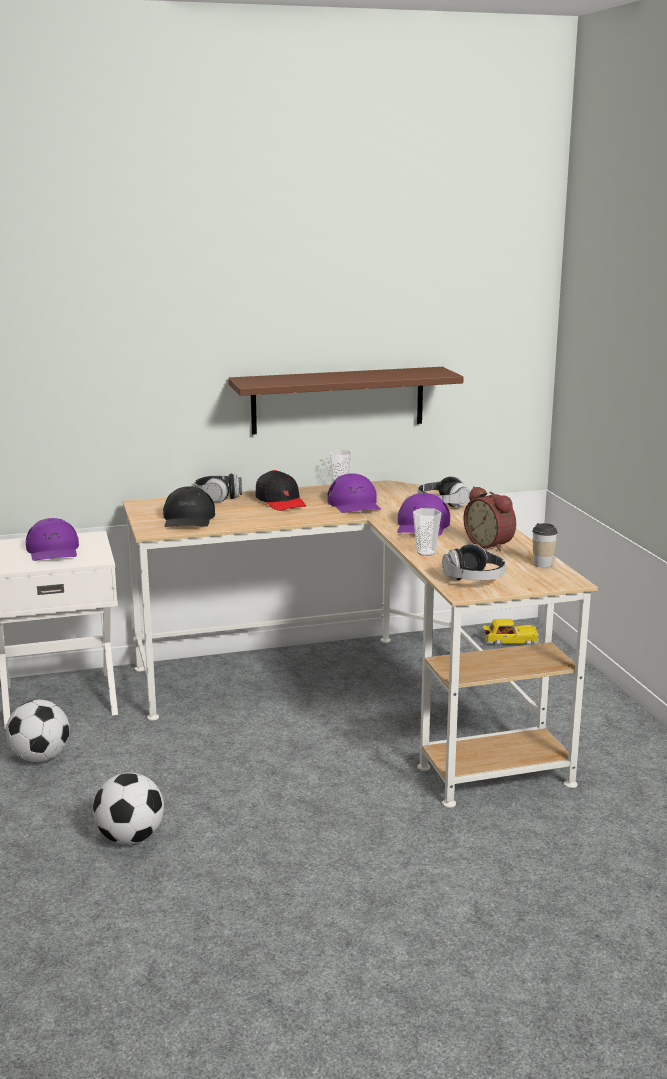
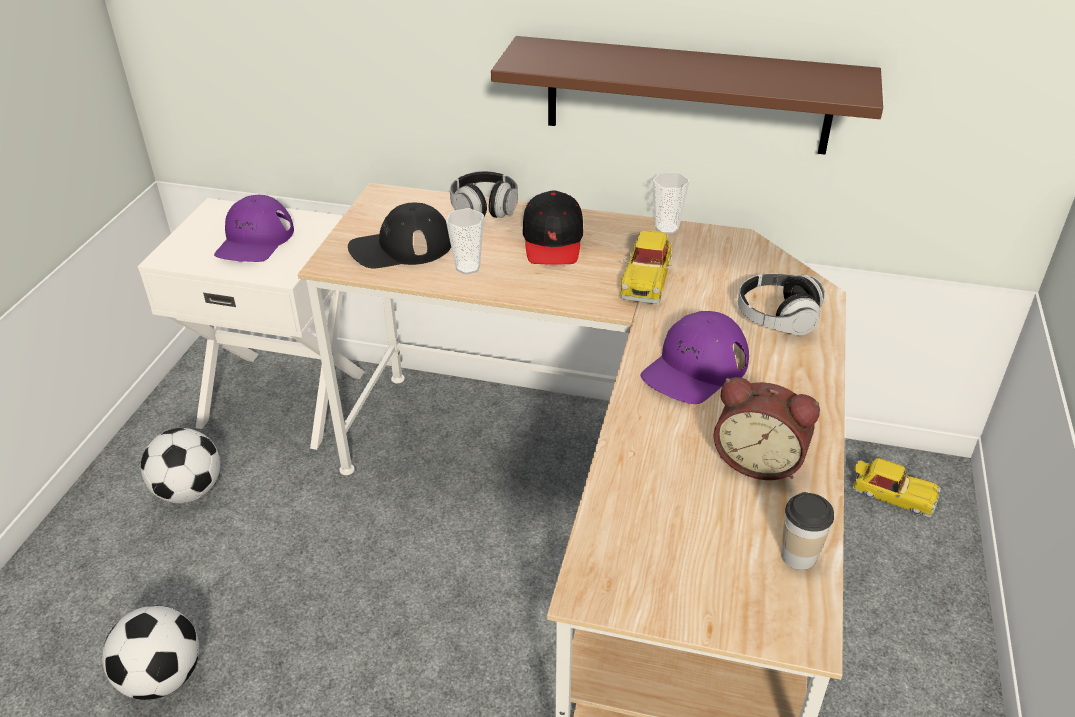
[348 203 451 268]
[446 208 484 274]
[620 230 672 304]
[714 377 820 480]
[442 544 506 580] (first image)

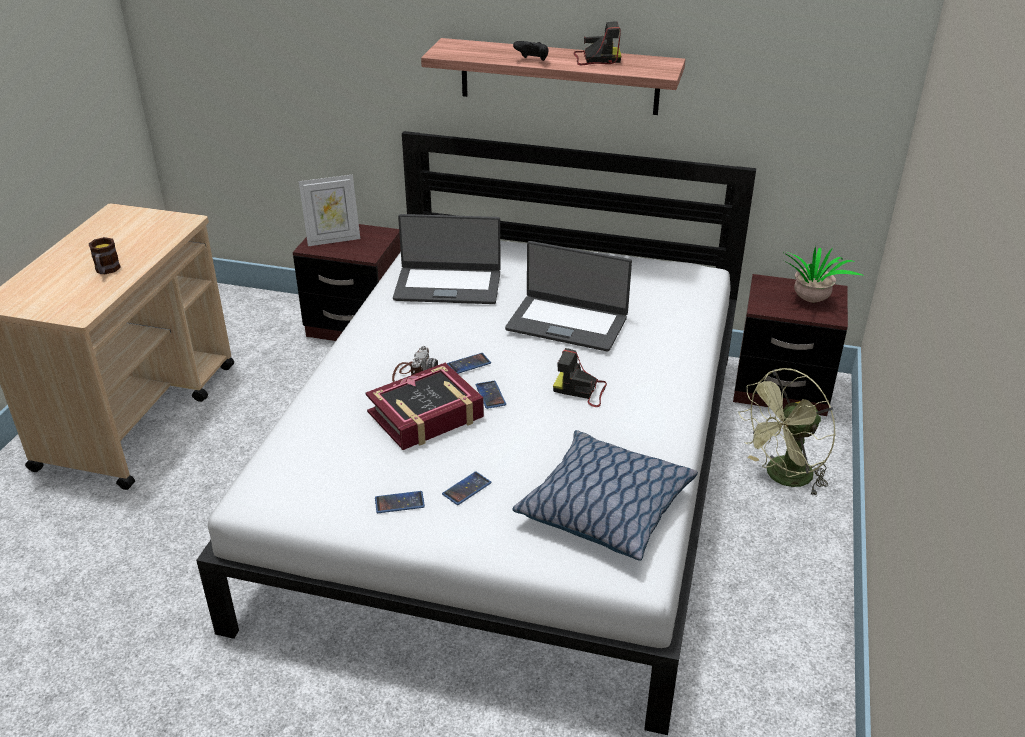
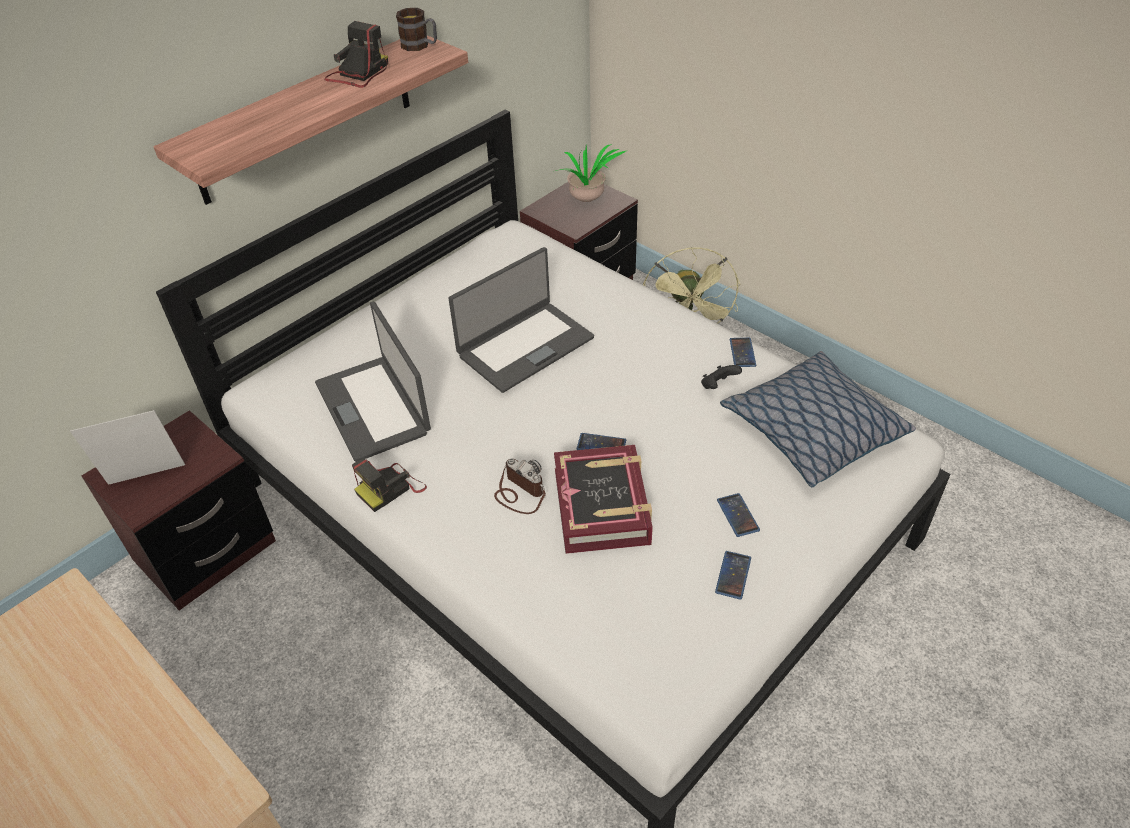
[70 410 185 485]
[315 302 431 462]
[352 458 427 512]
[396 8 437 51]
[701 365 742 389]
[730 338 756 367]

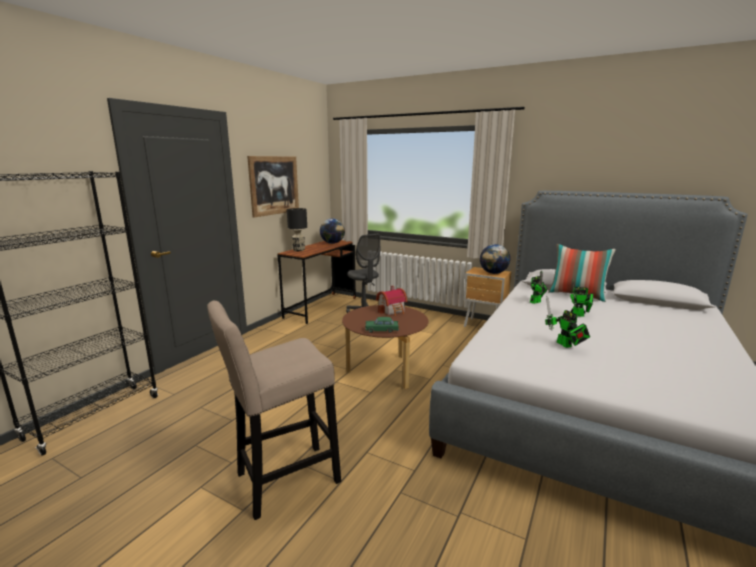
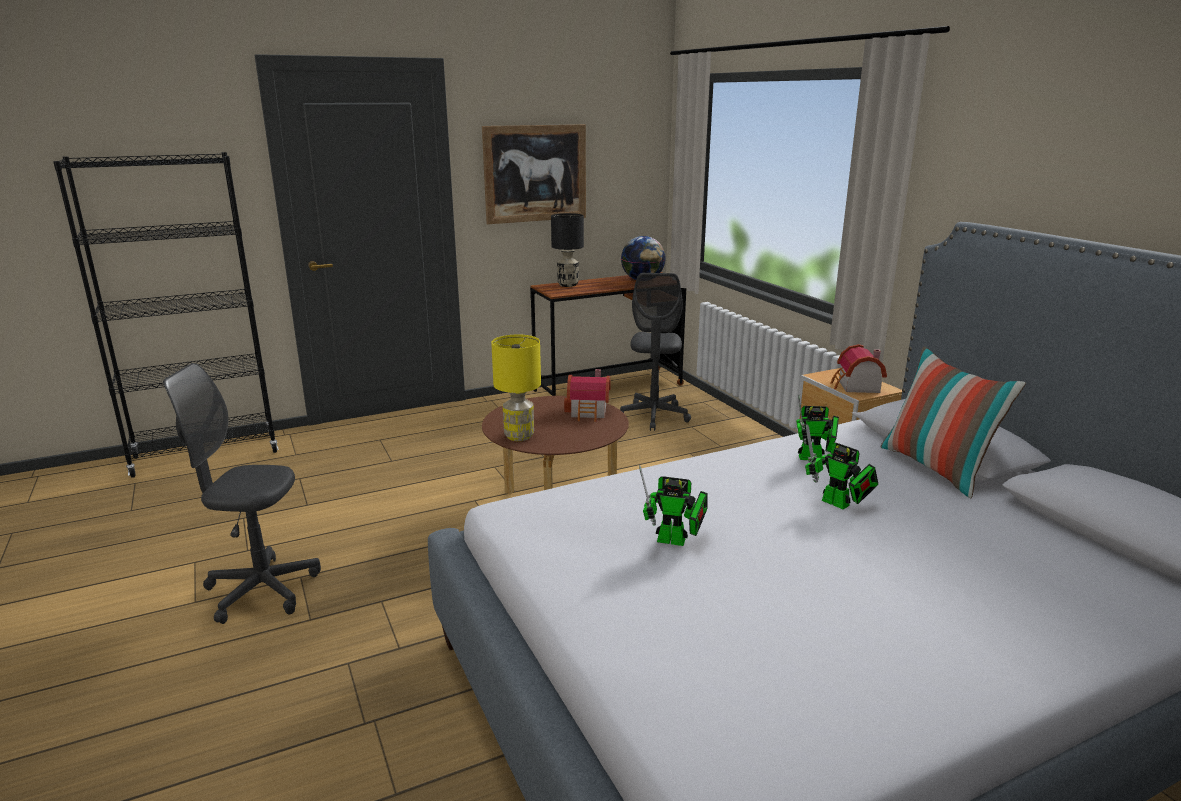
[163 363 321 624]
[491 334 541 441]
[639 465 707 546]
[831 344 887 393]

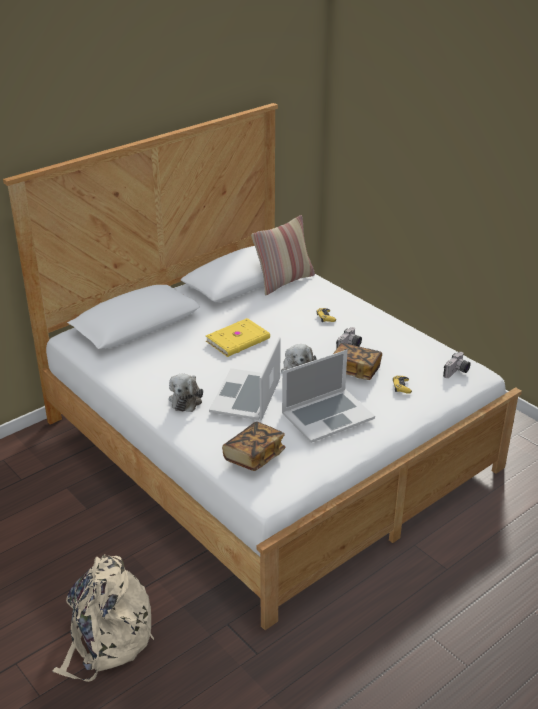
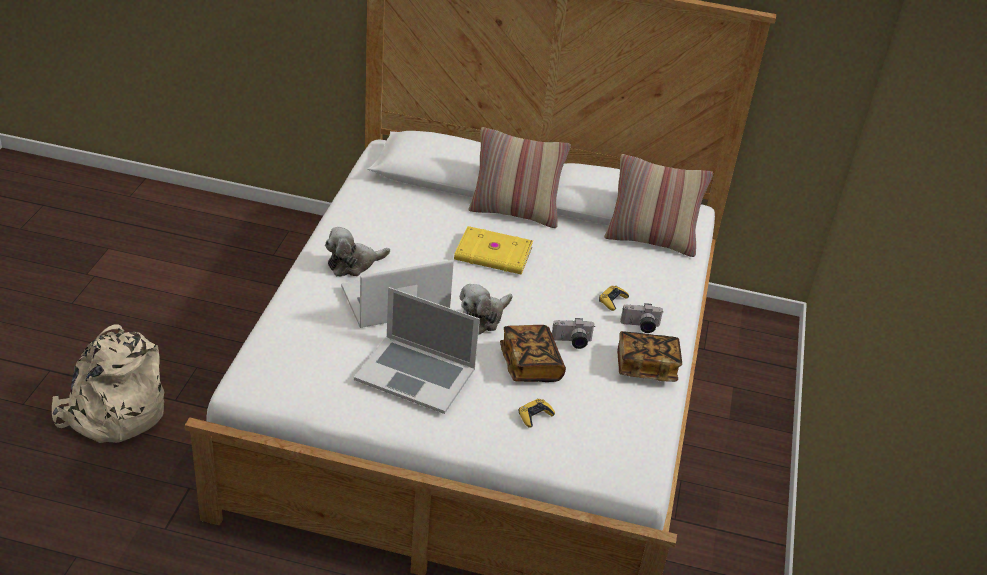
[468 127 571 228]
[617 331 682 382]
[620 303 664 333]

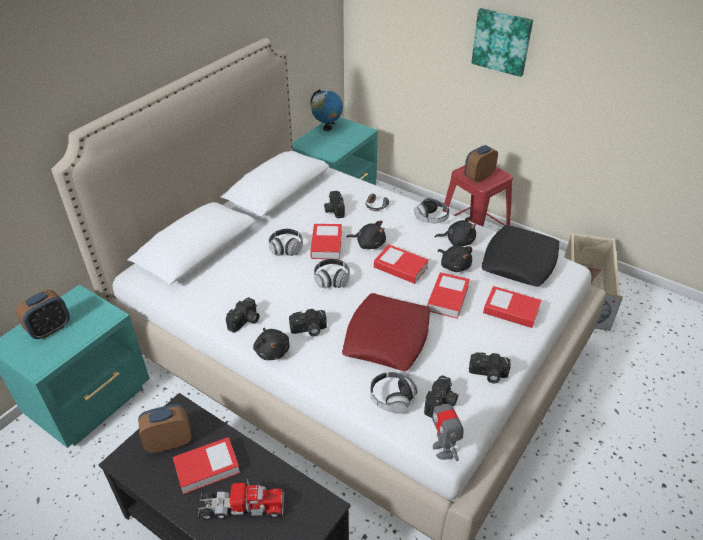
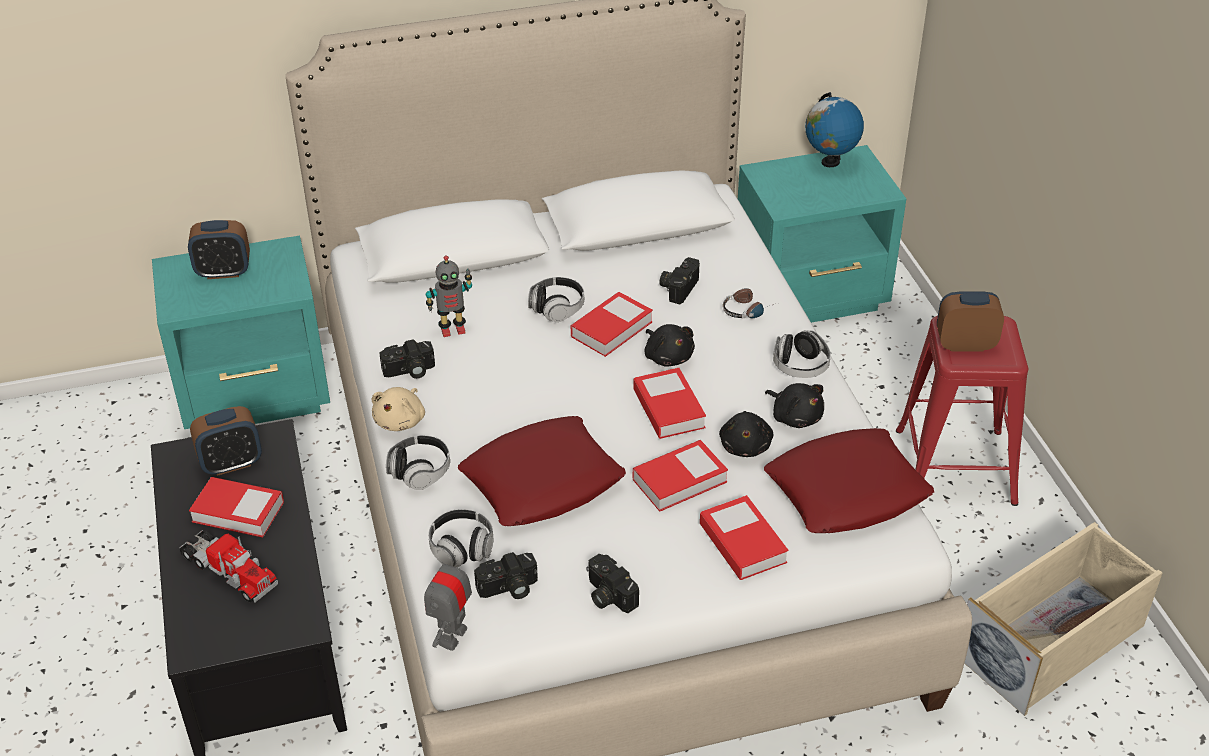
[190 406 262 476]
[372 387 425 431]
[386 435 450 490]
[426 255 472 337]
[764 428 934 533]
[289 309 327 337] (first image)
[471 8 533 77] (first image)

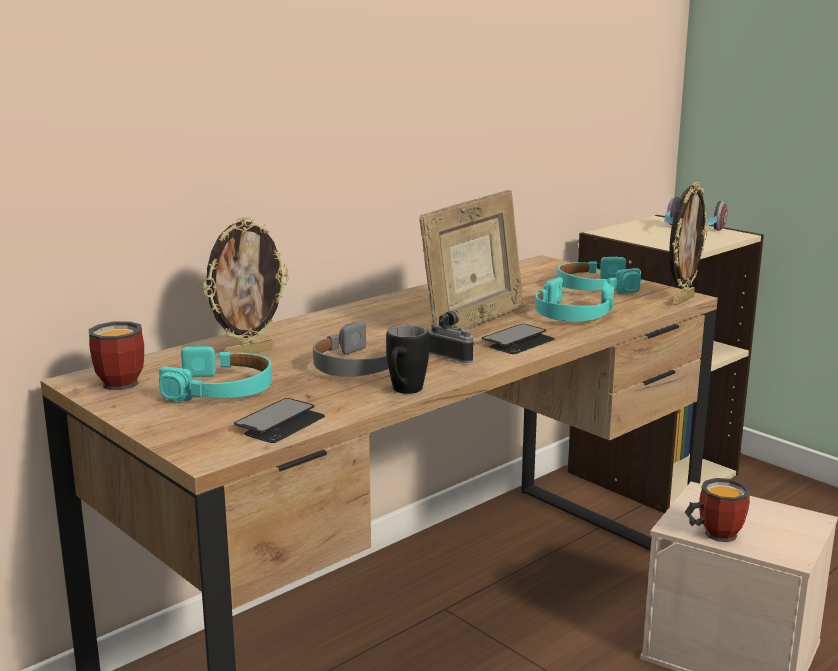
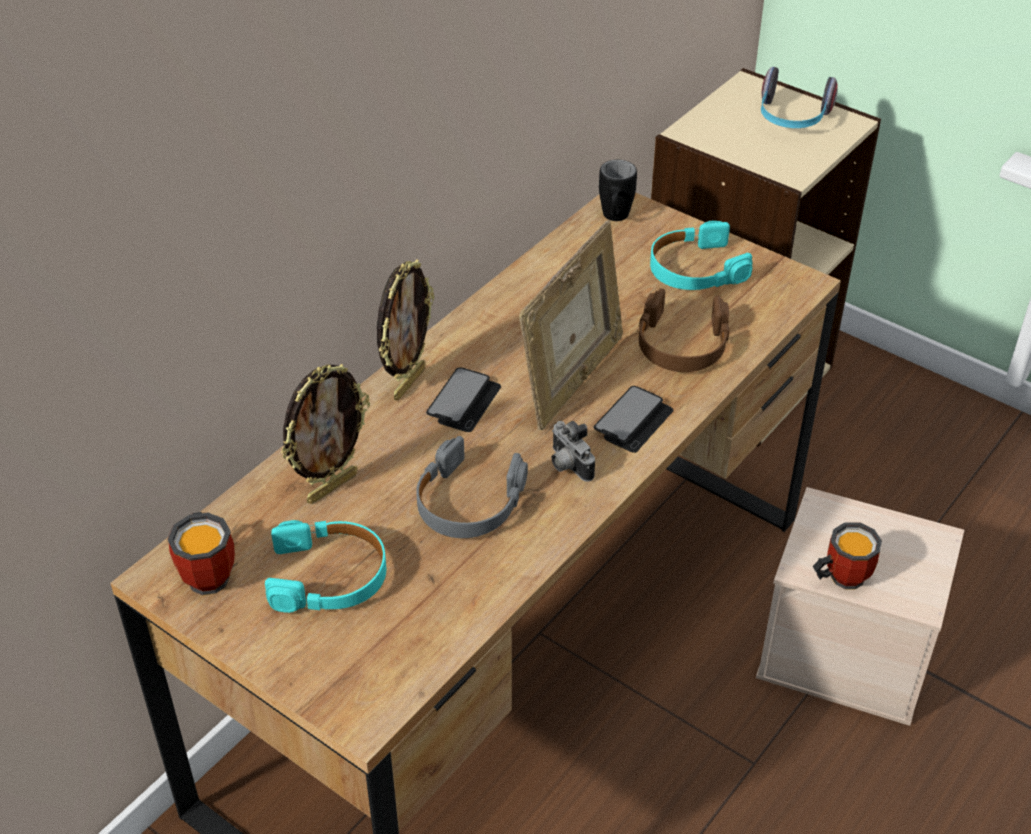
[377 259 434 401]
[426 367 501 432]
[551 421 595 482]
[599 160 637 221]
[638 288 729 372]

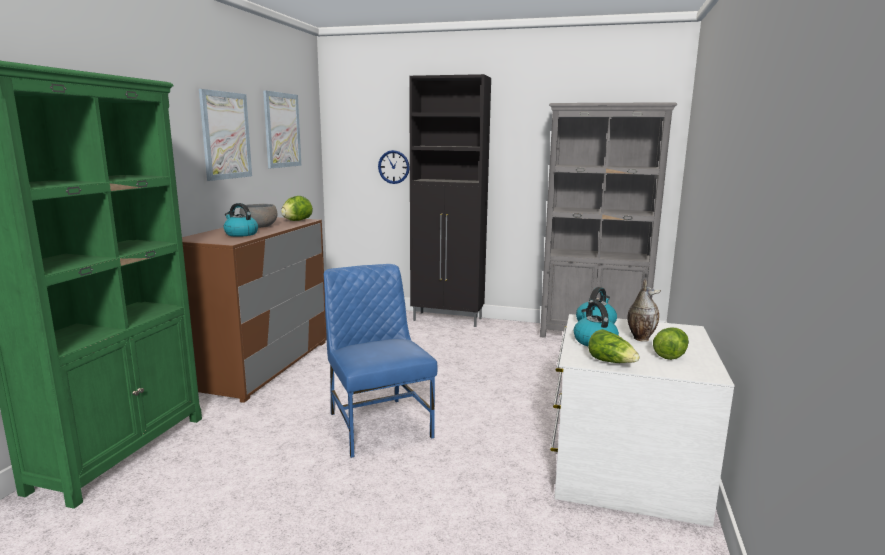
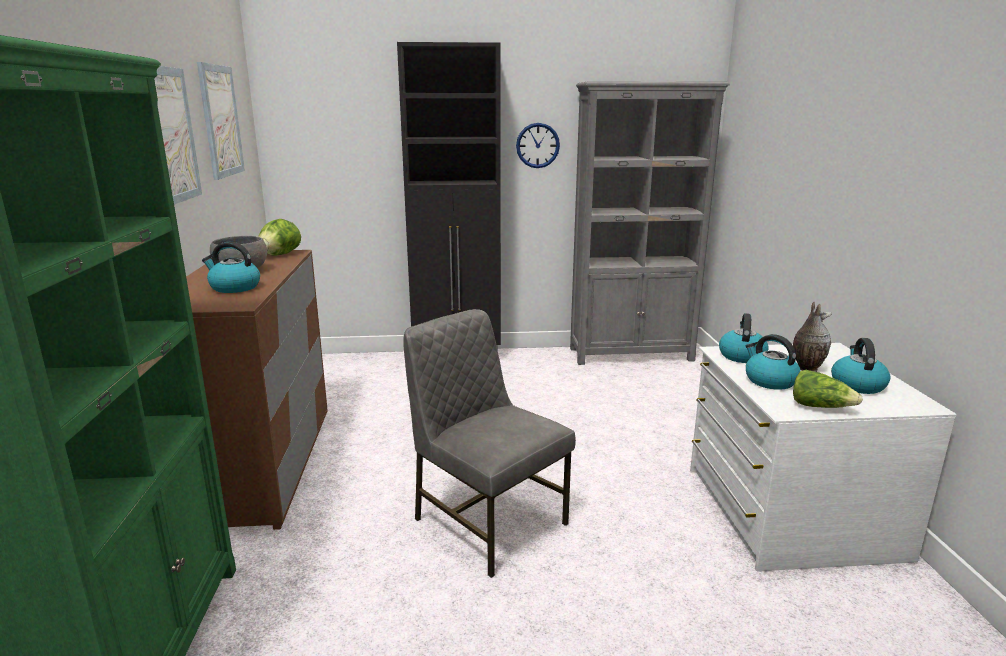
[403 309 576 578]
[516 123 560 168]
[831 338 890 394]

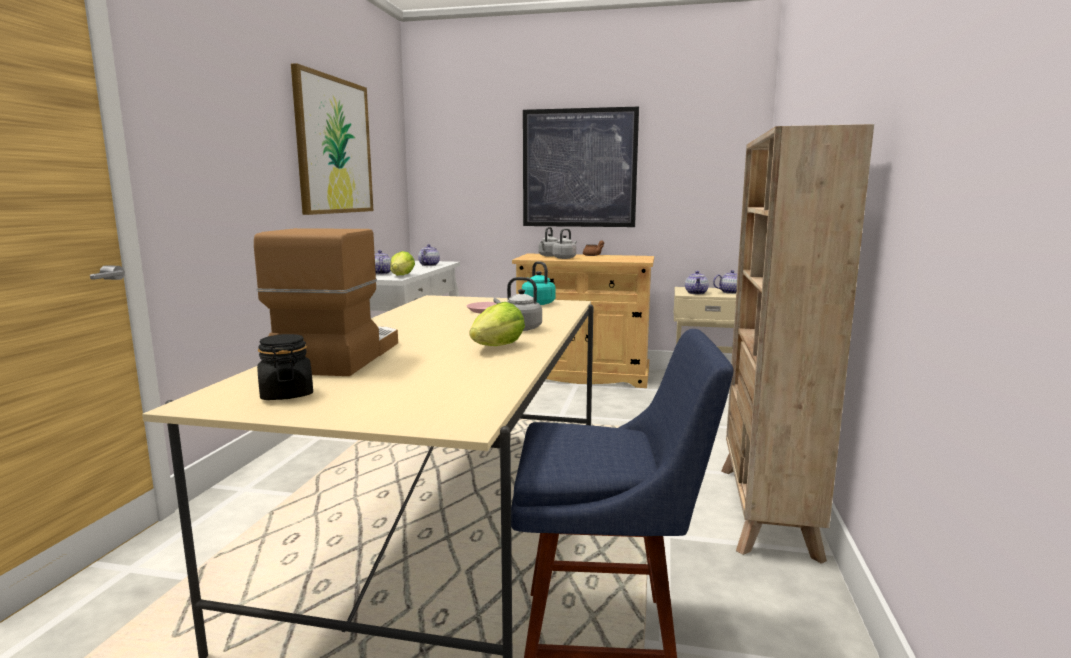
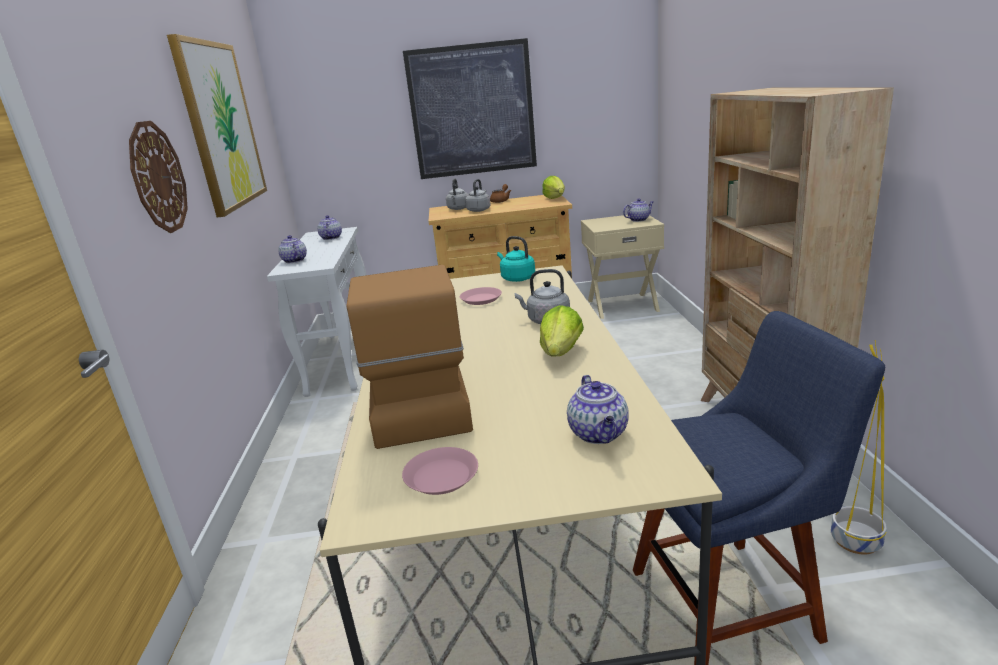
[129 121 188 233]
[402 447 478 495]
[542 176 565 199]
[567 375 629 444]
[831 340 887 555]

